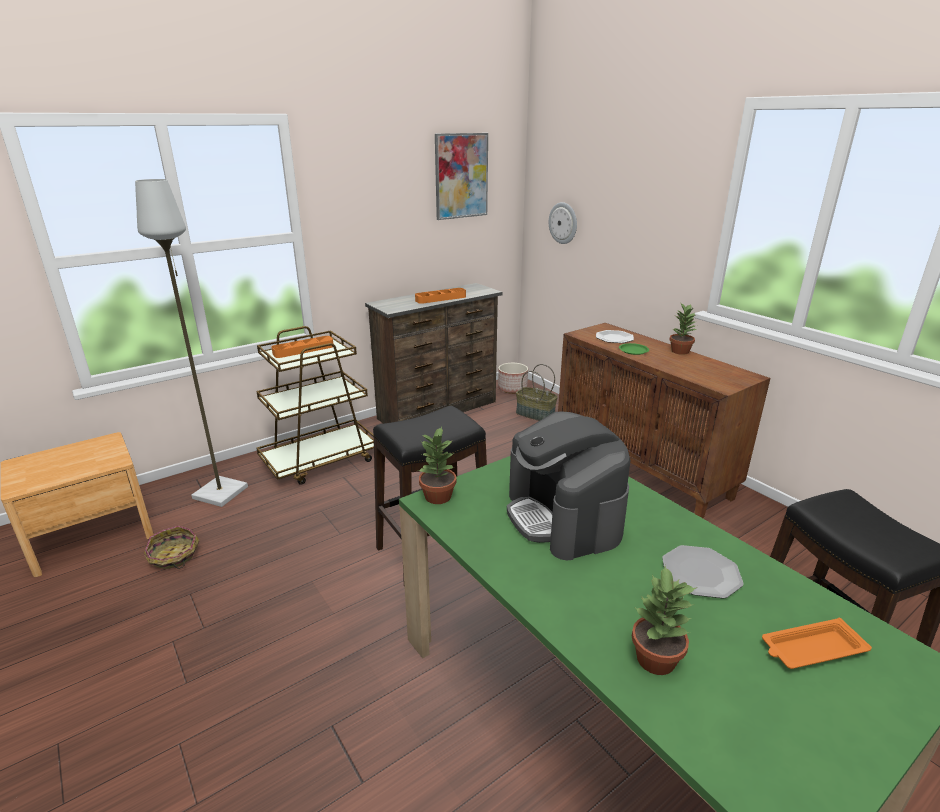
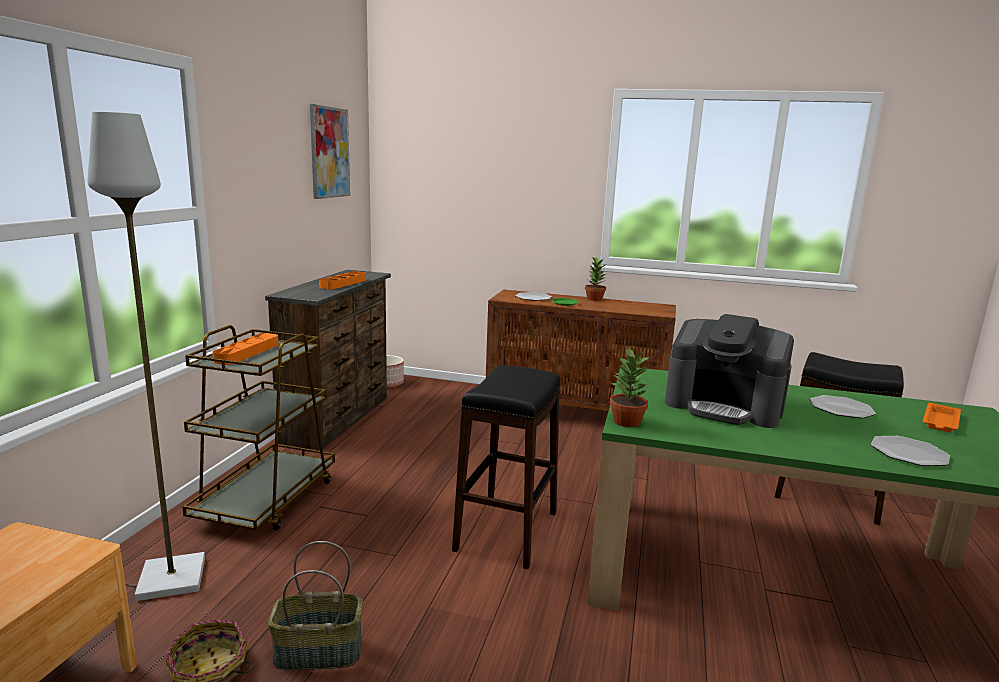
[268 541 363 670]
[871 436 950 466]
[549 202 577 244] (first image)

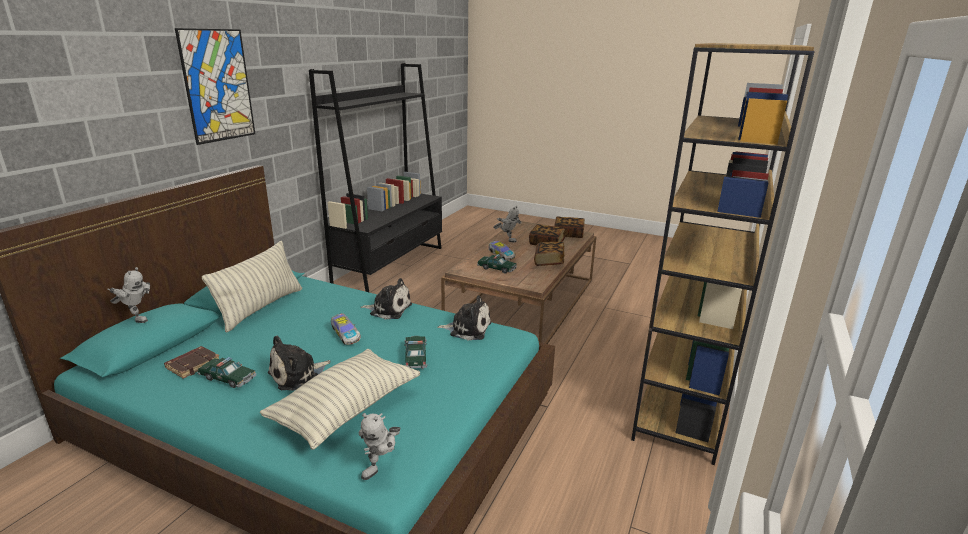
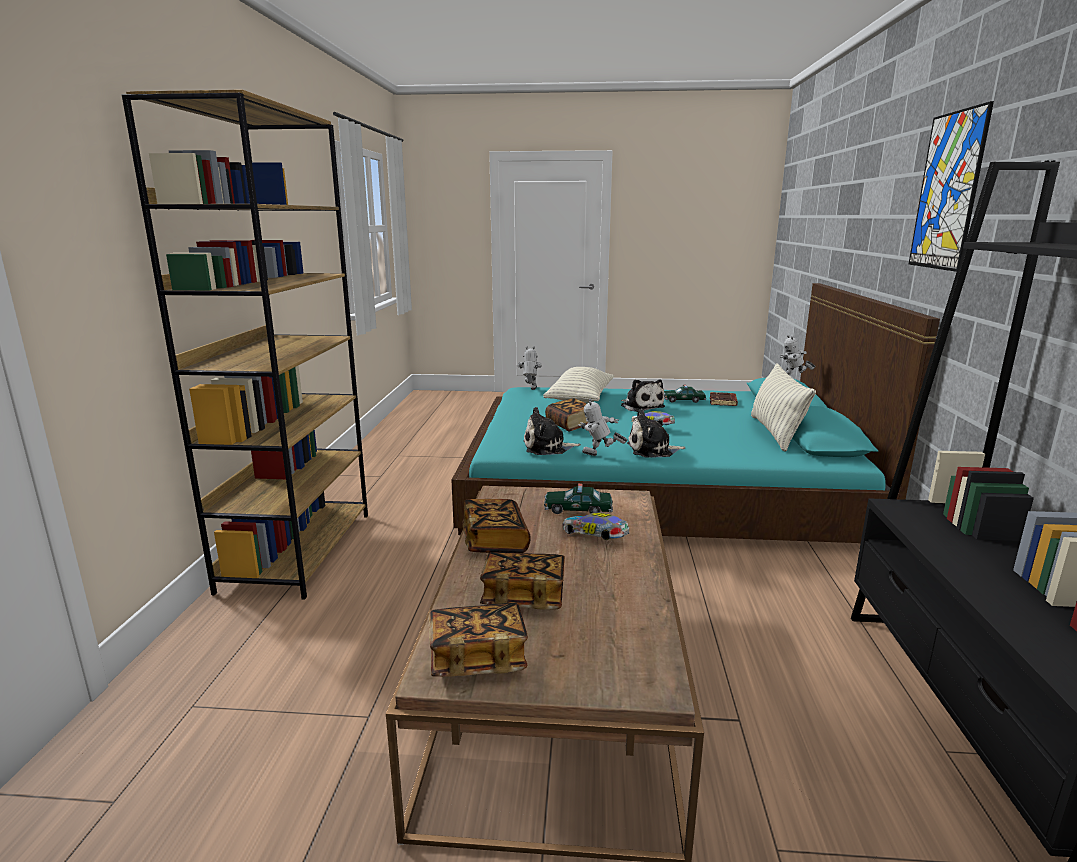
[545 398 588 431]
[578 398 628 456]
[621 379 665 412]

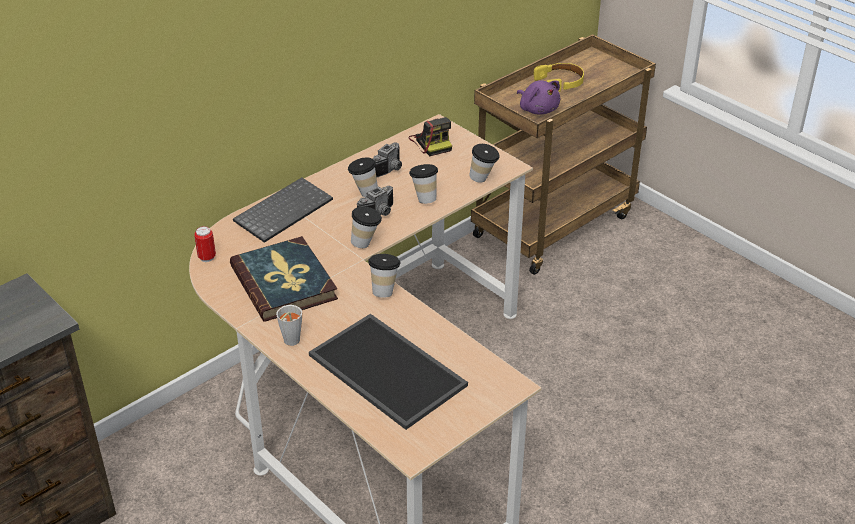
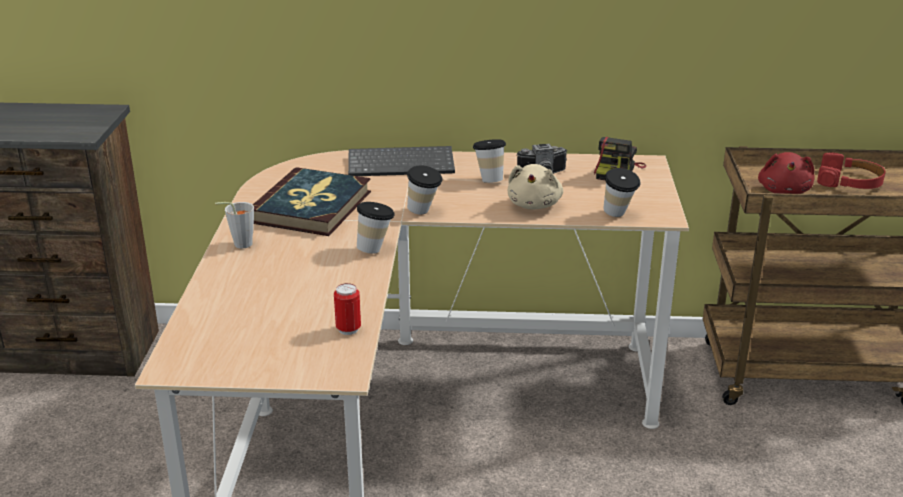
[334 283 361 335]
[508 164 563 210]
[758 152 815 194]
[817 152 885 189]
[309 314 468 430] (first image)
[357 186 393 216] (first image)

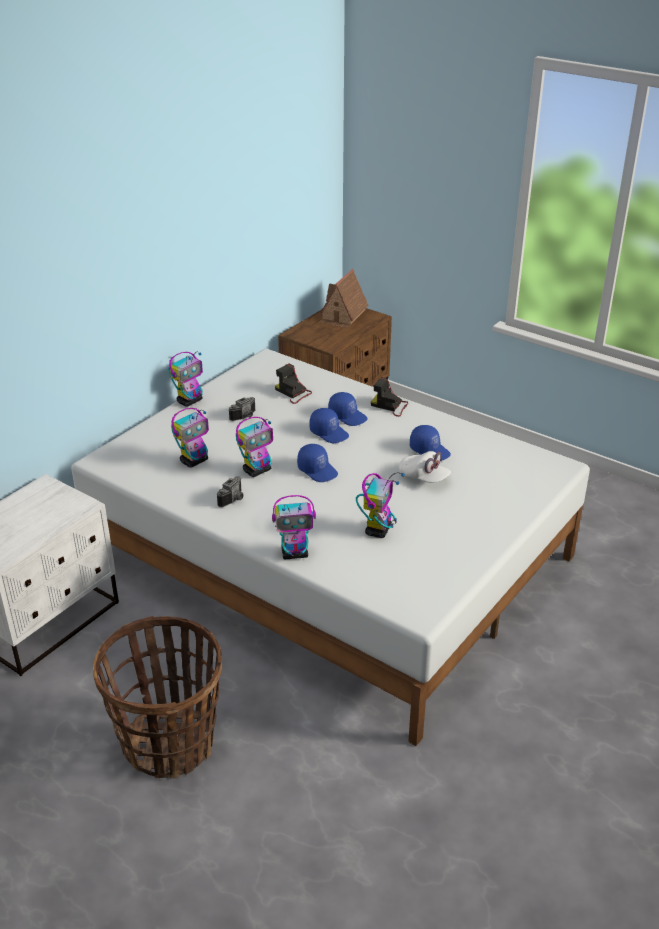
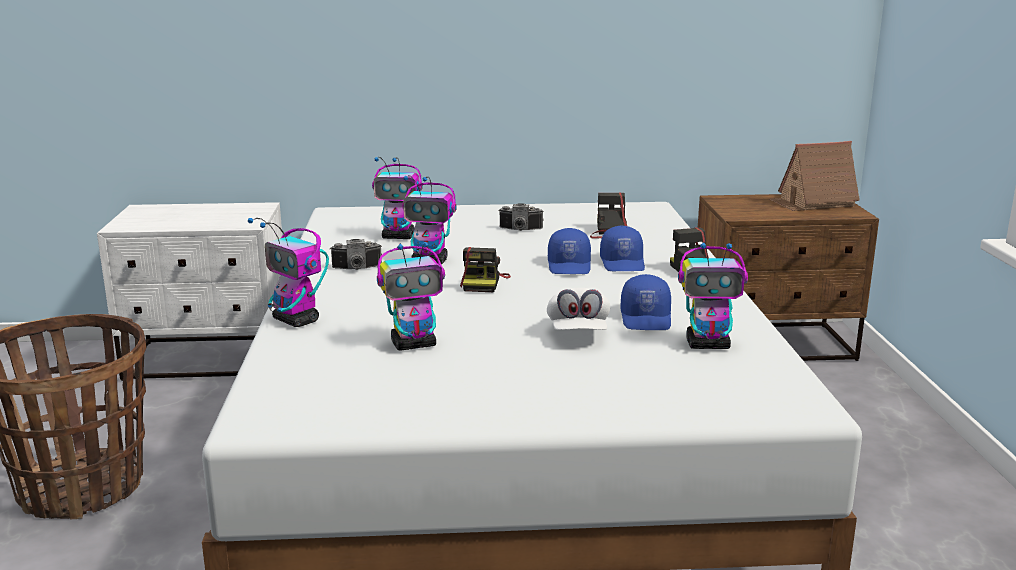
[460 247 511 292]
[678 242 748 349]

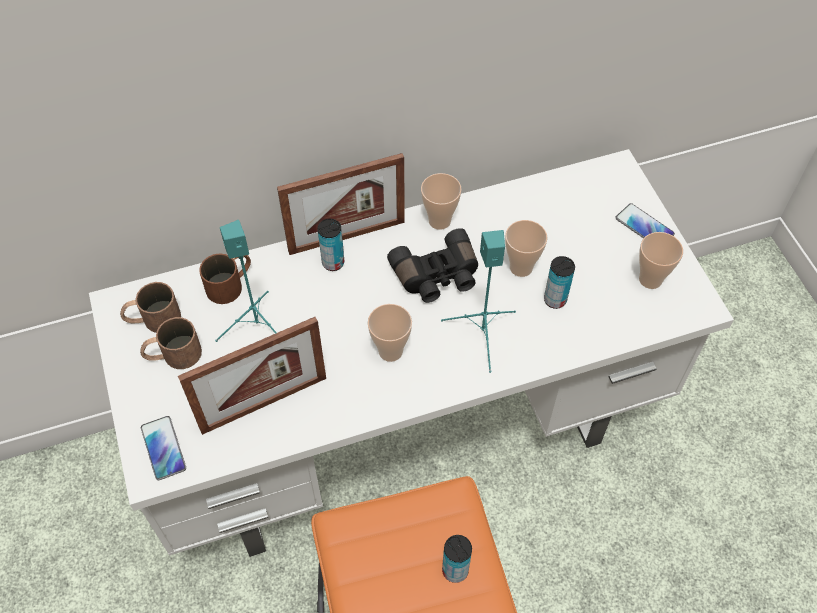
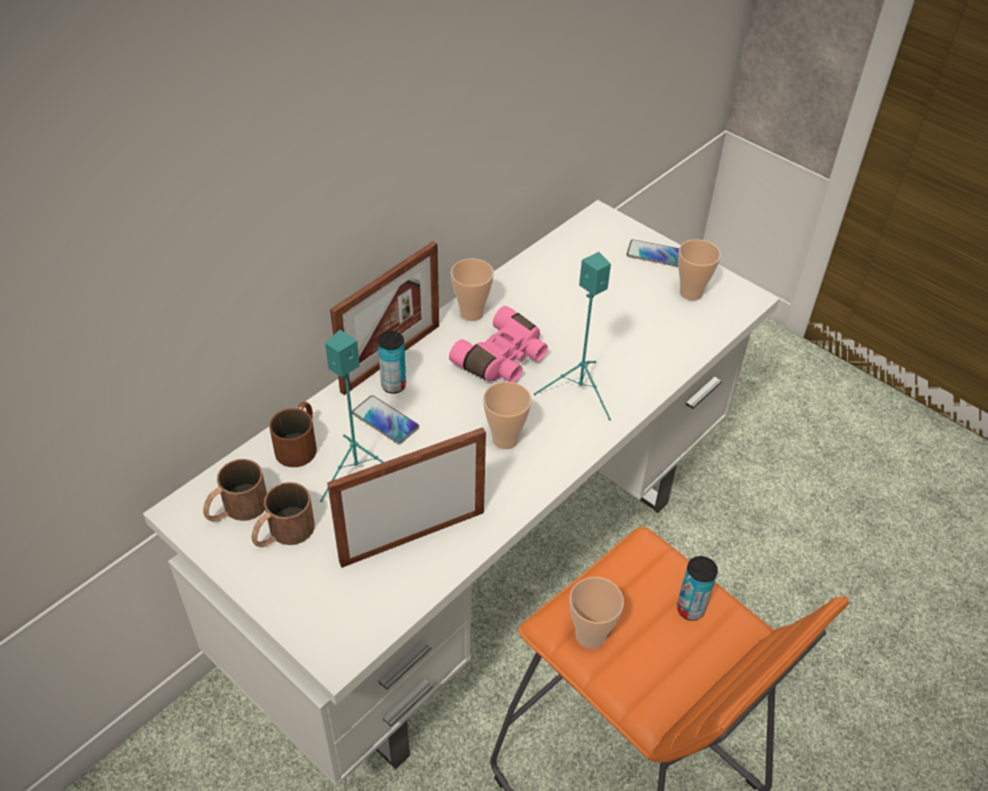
[327 427 486 568]
[352 395 419 444]
[449 306 548 382]
[570 577 624 649]
[544 256 575 309] (first image)

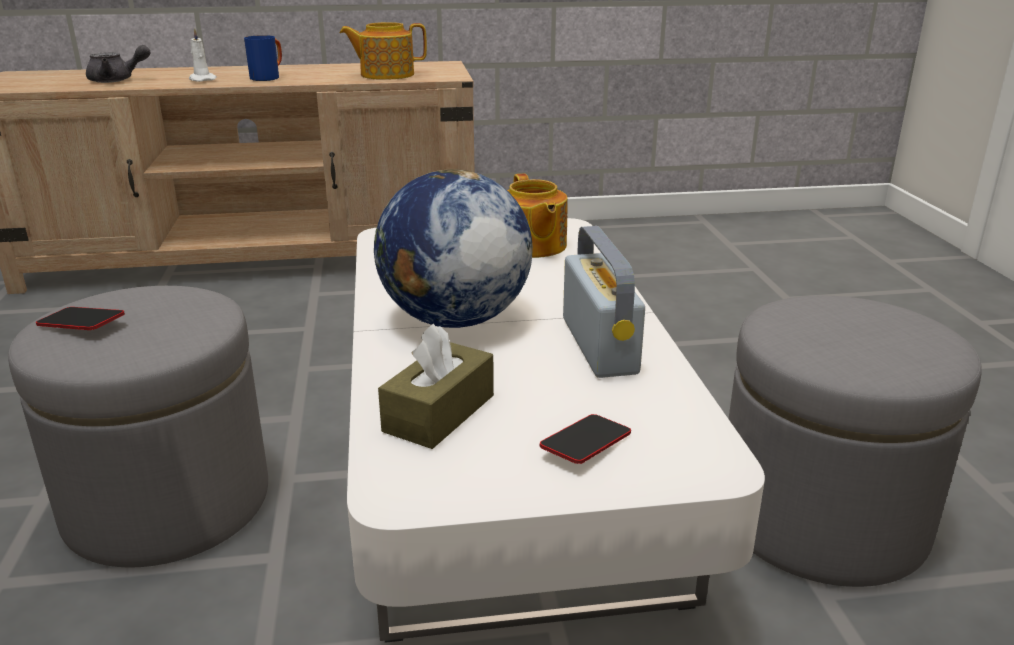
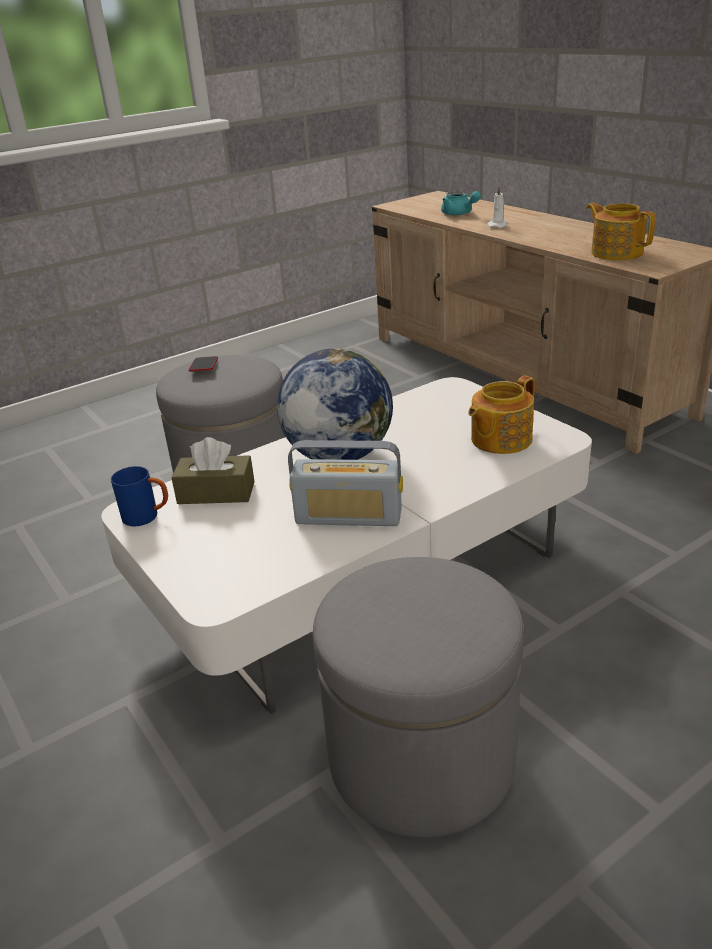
[111 466 168 527]
[288 440 403 526]
[441 191 481 215]
[540 414 631 464] (first image)

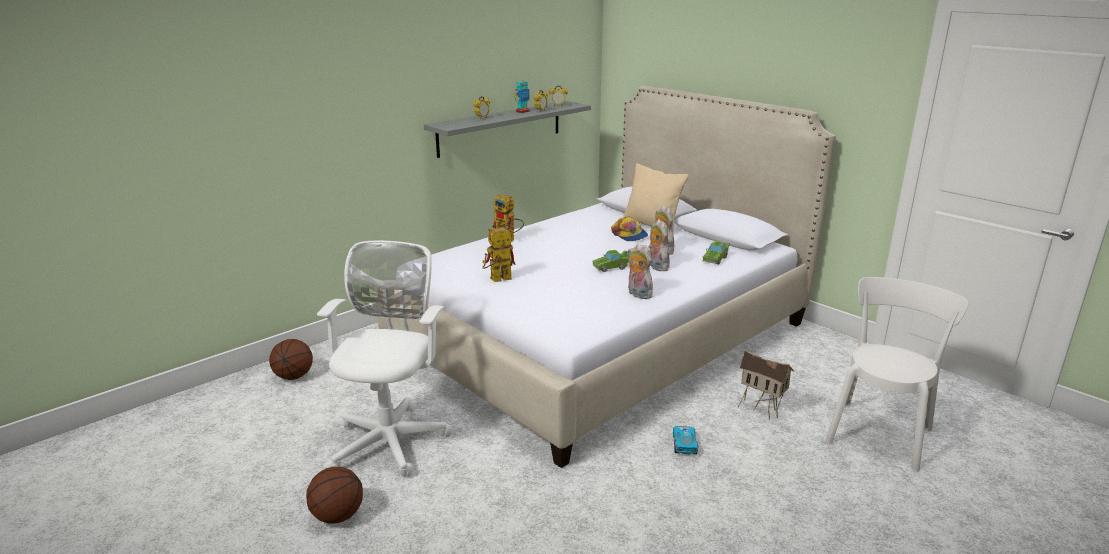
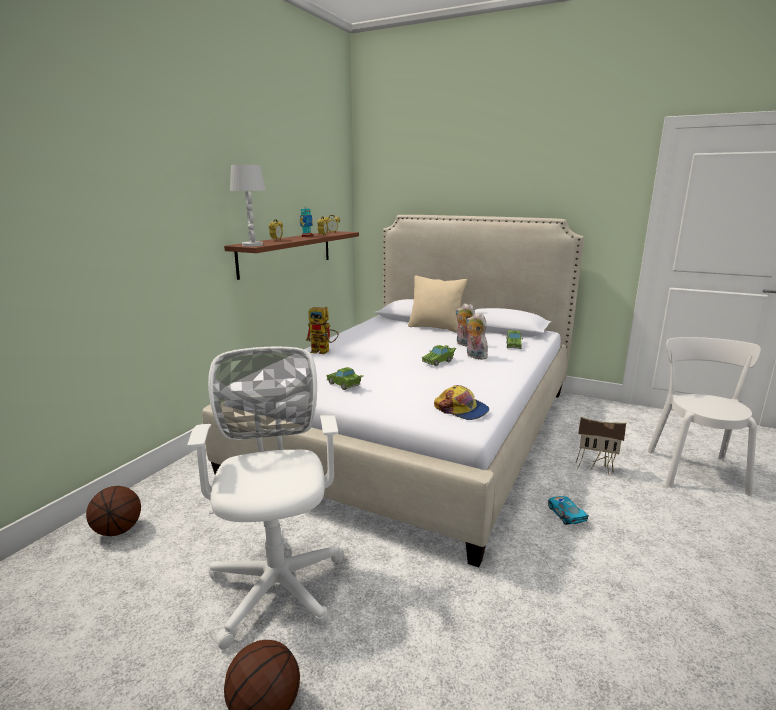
[224 231 359 280]
[230 165 266 246]
[326 367 363 390]
[434 385 489 420]
[628 243 653 299] (first image)

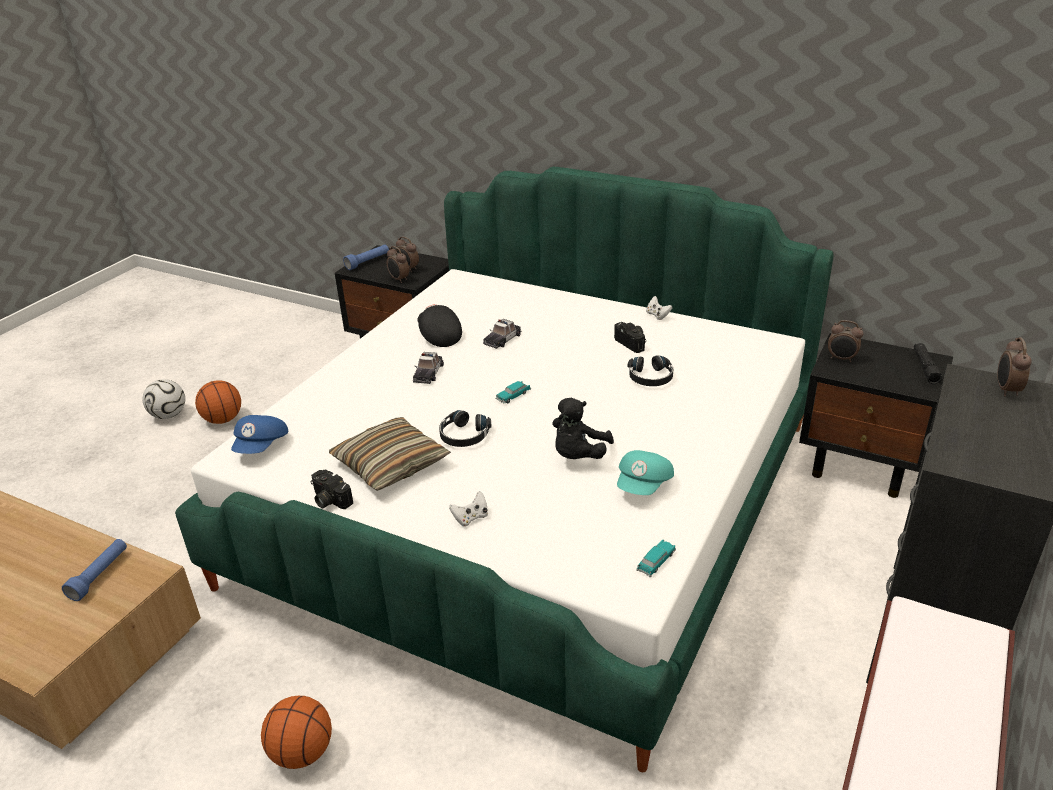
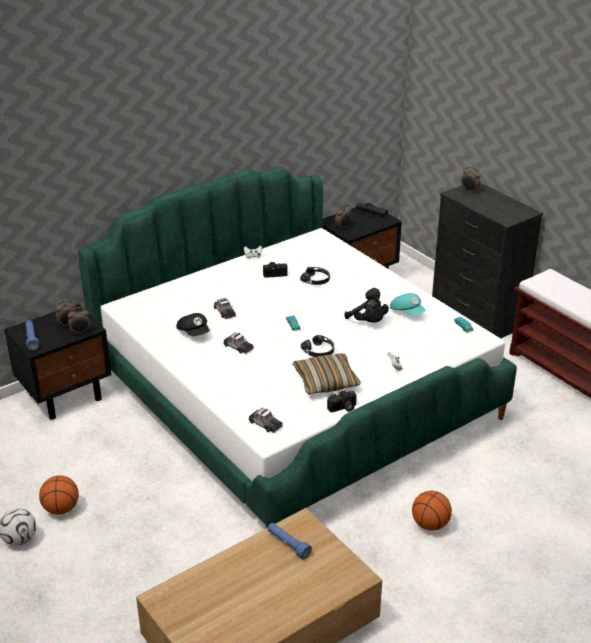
[177 313 210 336]
[248 408 283 433]

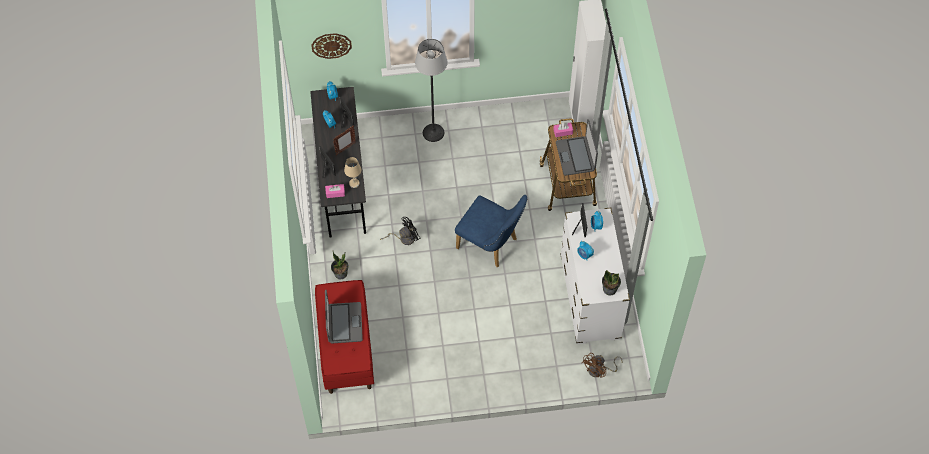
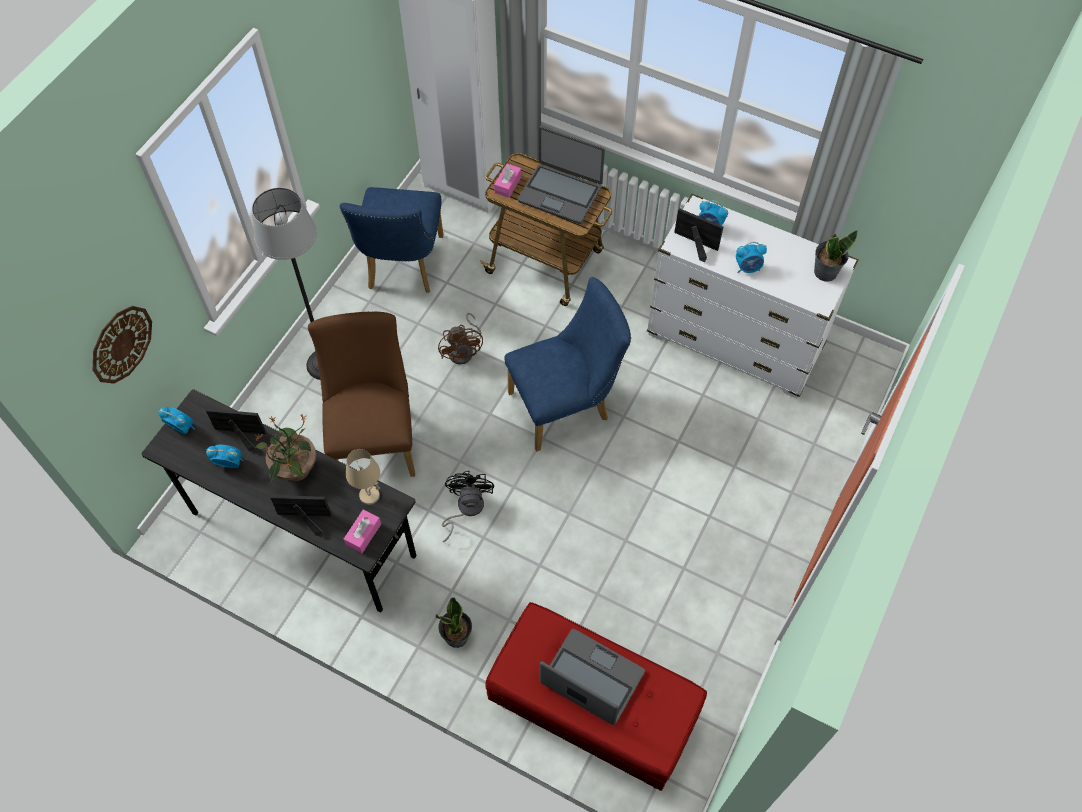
[255 414 316 484]
[308 312 415 477]
[339 187 443 293]
[438 313 483 365]

